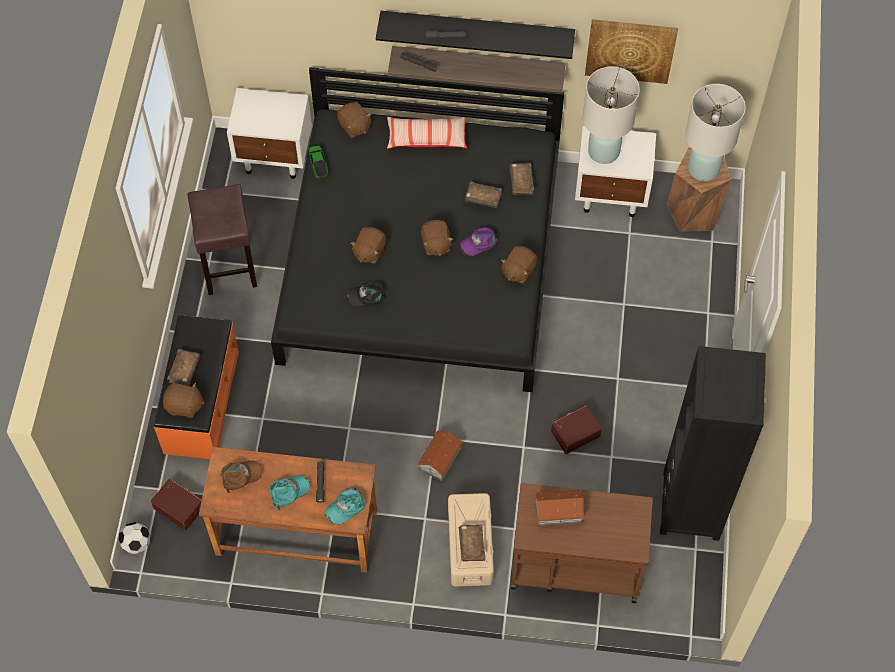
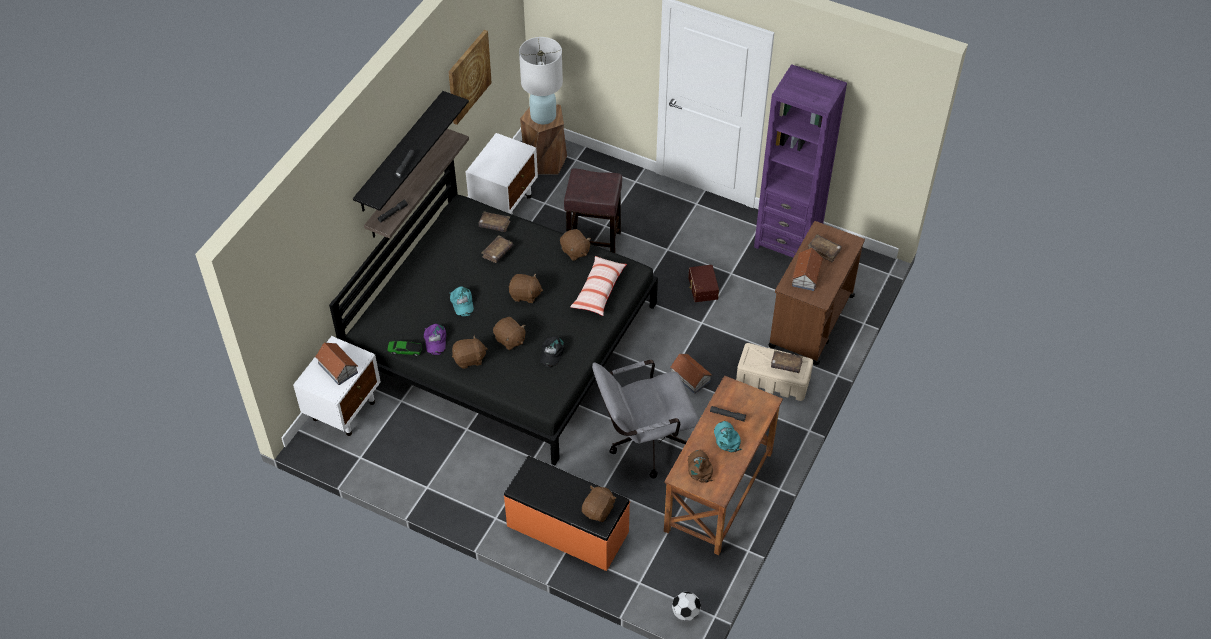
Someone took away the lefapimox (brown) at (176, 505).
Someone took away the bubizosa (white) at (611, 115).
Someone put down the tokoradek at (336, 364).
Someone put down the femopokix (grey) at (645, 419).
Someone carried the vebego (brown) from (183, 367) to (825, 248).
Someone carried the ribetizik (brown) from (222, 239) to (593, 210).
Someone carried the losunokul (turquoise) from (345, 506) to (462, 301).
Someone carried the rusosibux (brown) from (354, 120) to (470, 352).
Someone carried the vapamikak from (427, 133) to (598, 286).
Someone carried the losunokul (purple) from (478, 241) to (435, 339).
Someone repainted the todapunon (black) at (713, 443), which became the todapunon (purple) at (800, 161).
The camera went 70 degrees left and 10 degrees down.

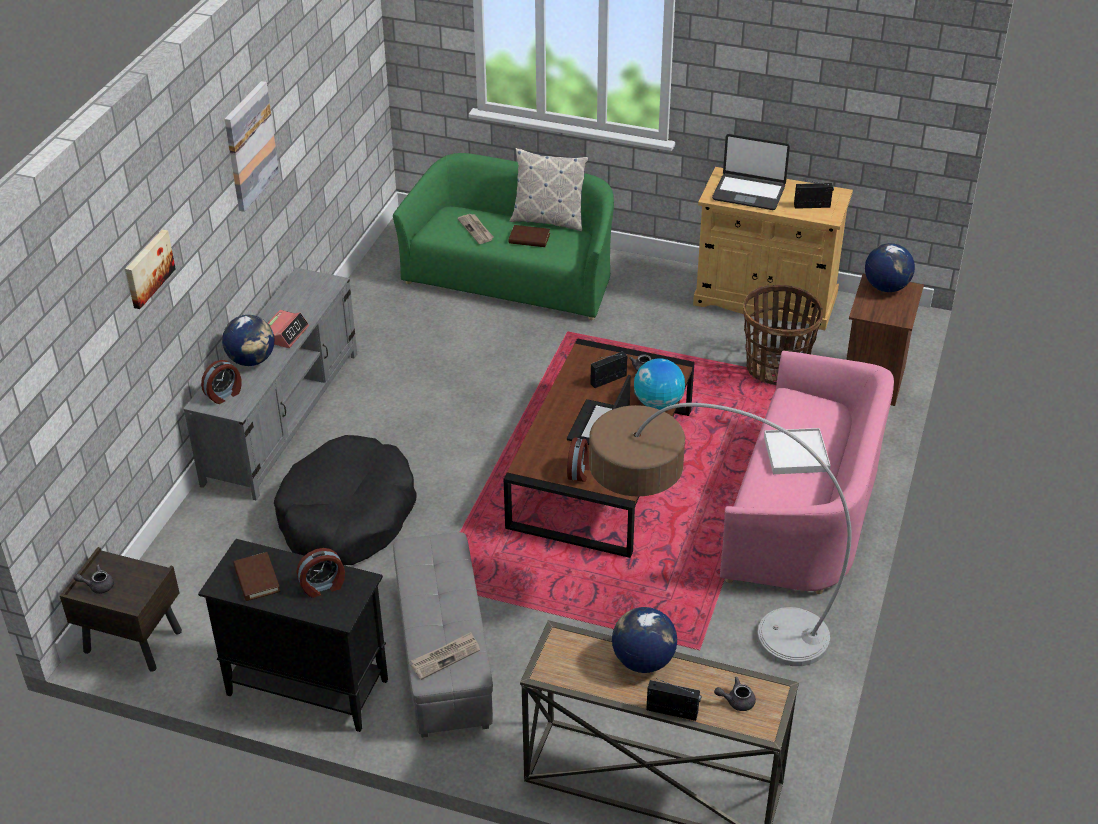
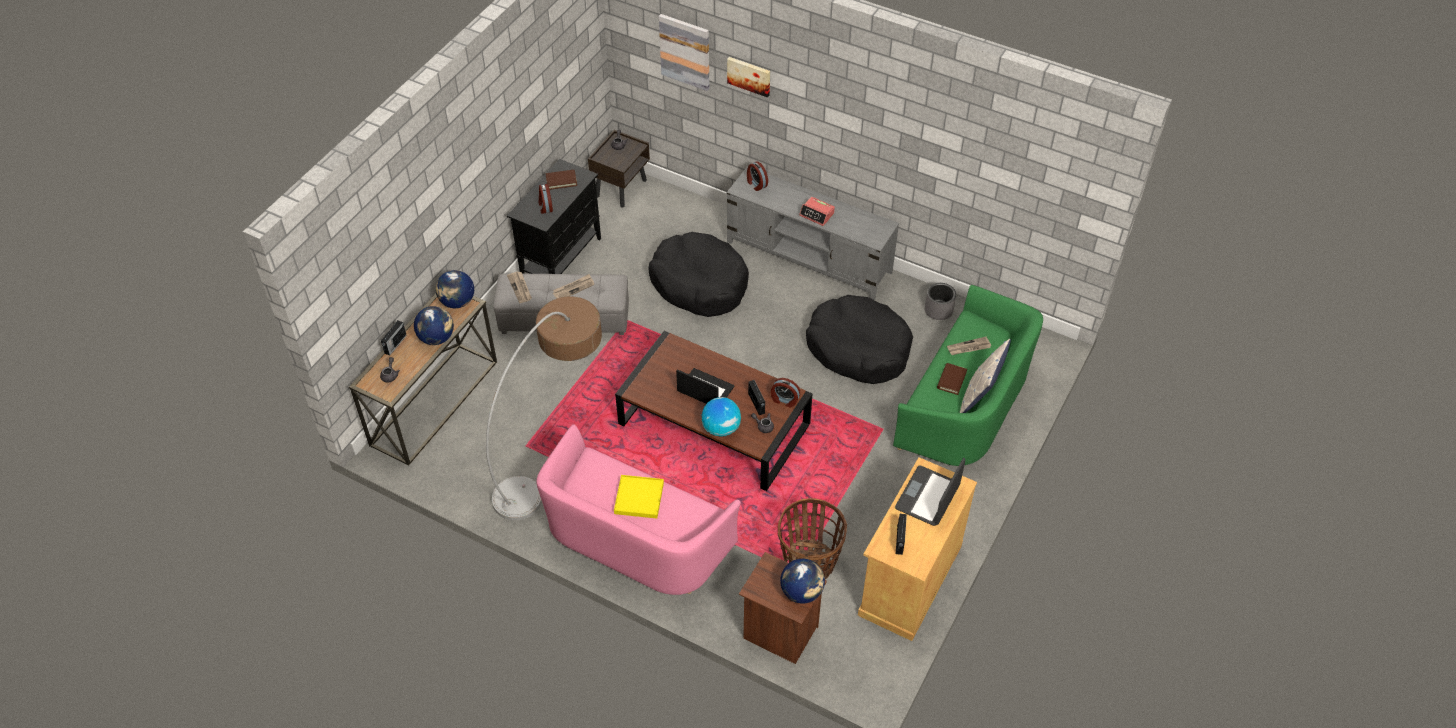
Someone put down the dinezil at (573, 286).
Someone put down the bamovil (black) at (859, 339).
Someone put down the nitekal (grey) at (940, 301).
Someone carried the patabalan from (248, 340) to (455, 289).
Someone carried the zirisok from (252, 146) to (684, 52).
Someone carried the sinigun from (578, 460) to (785, 393).
Someone repainted the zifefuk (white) at (797, 451), which became the zifefuk (yellow) at (639, 496).
The camera went 100 degrees right and 10 degrees up.

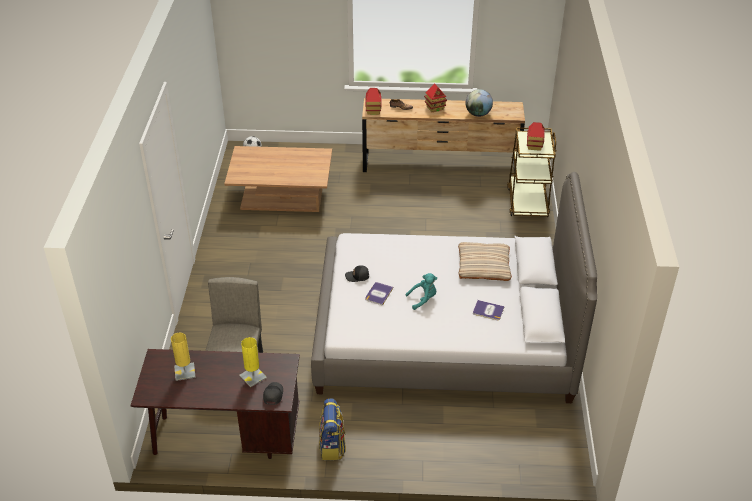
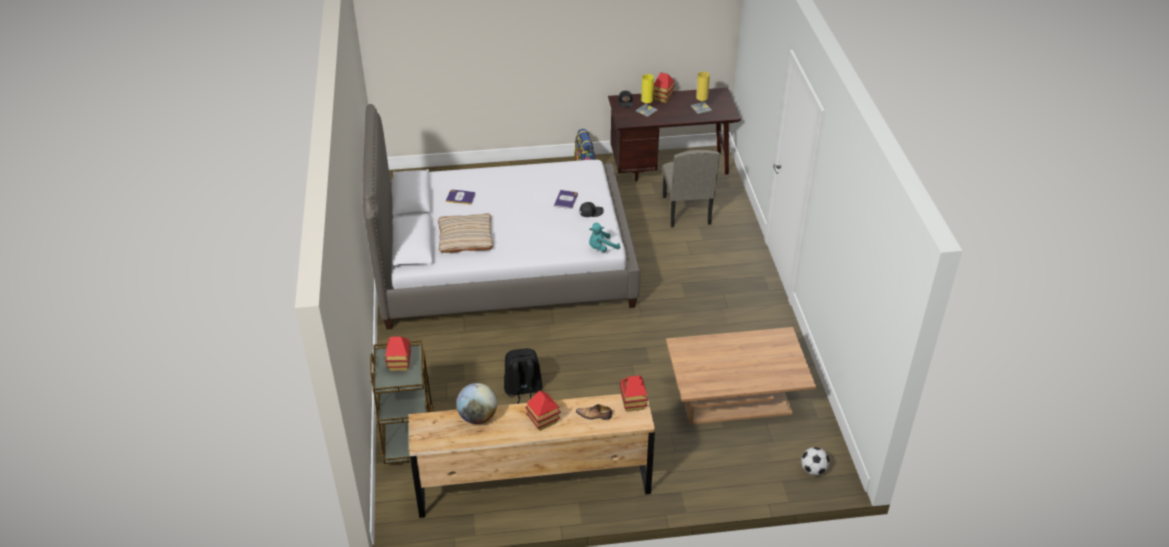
Someone put down the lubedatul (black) at (523, 376).
Someone put down the tokoradek at (664, 87).
Someone carried the rusosibux (turquoise) from (421, 291) to (604, 237).
The camera went 170 degrees right and 0 degrees up.

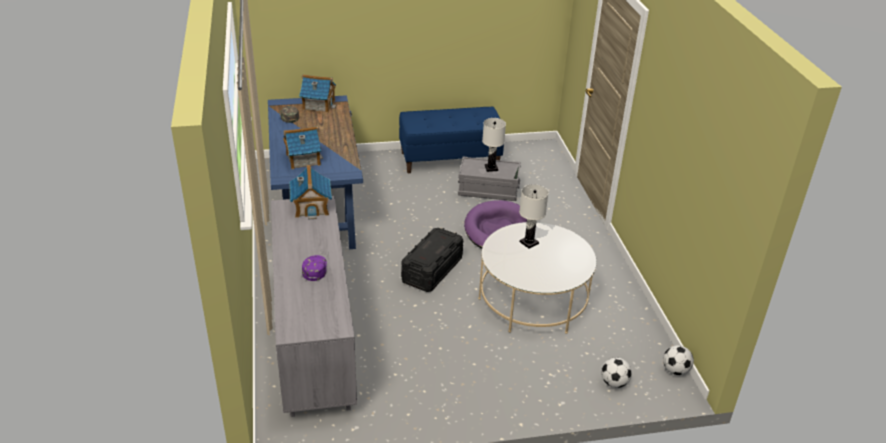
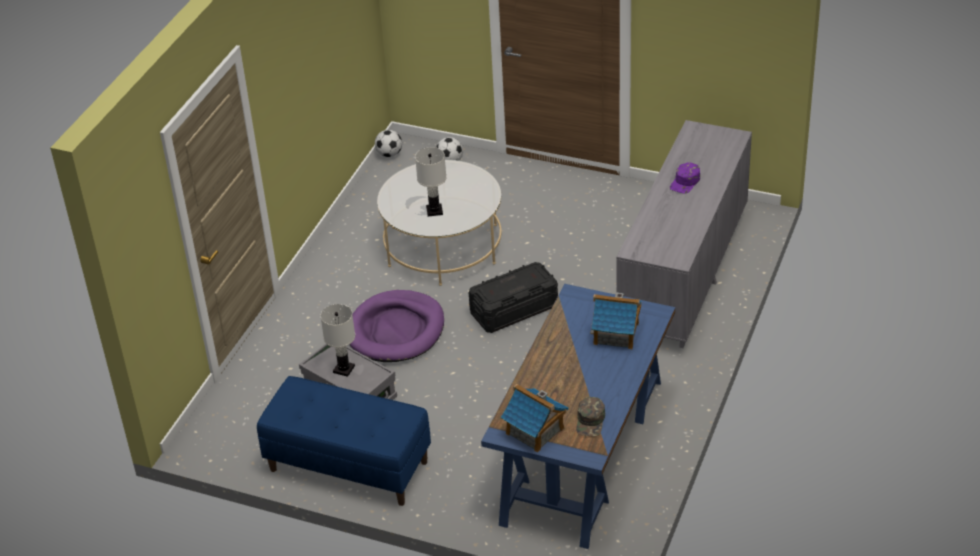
Someone took away the tokoradek at (310, 192).
The camera went 145 degrees left and 5 degrees up.

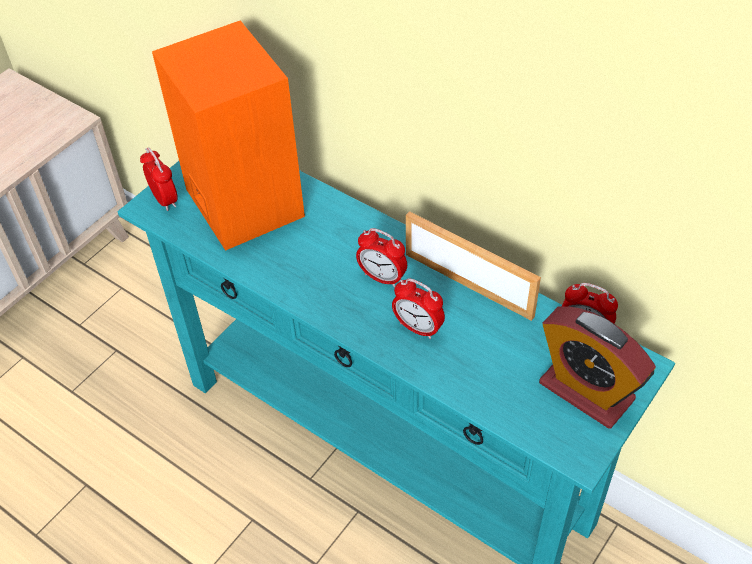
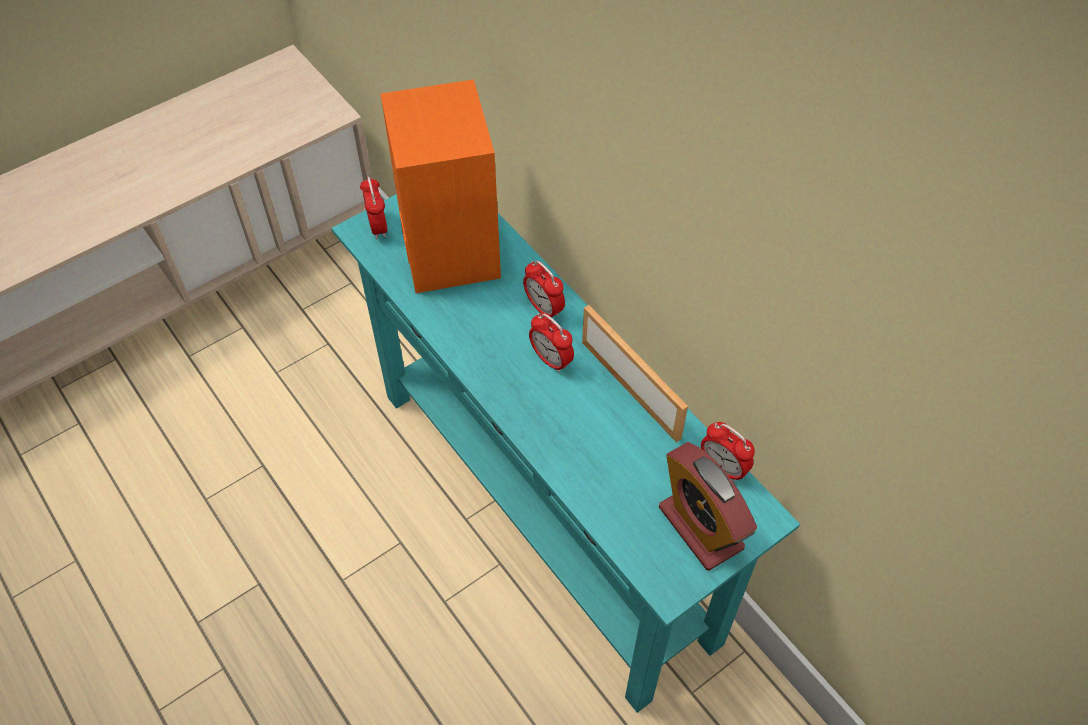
Someone carried the sinigun from (418, 308) to (544, 289).
The camera went 15 degrees right and 5 degrees up.

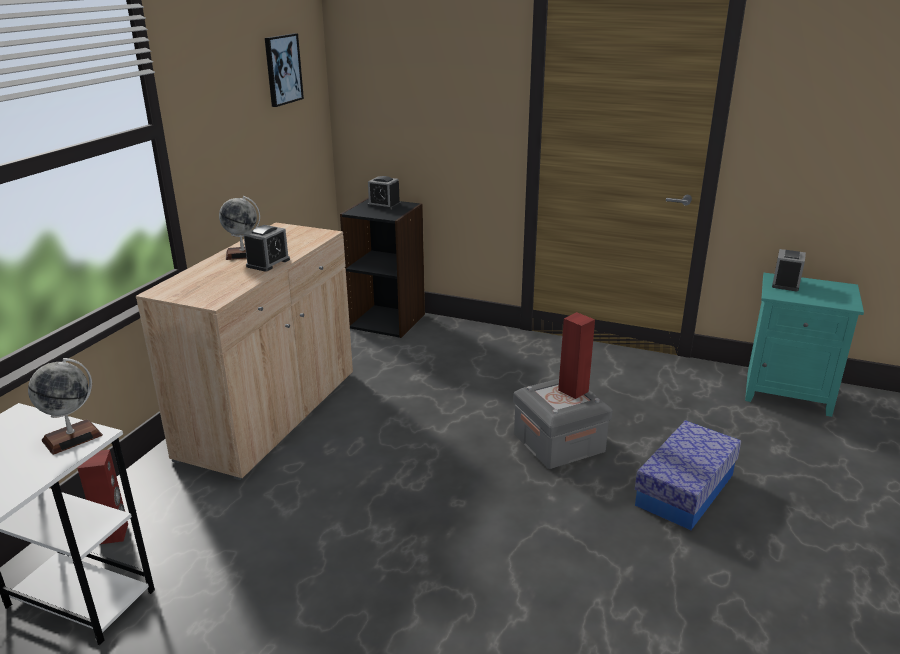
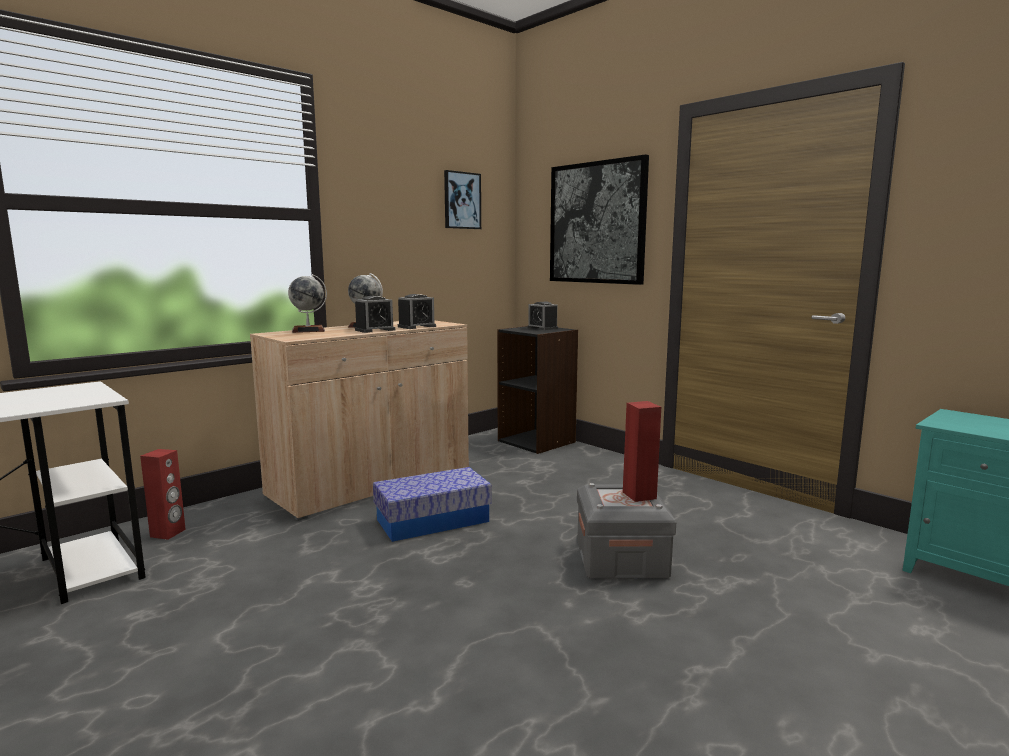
Someone put up the zirisok at (599, 219).
Someone carried the patabalan from (65, 406) to (307, 303).
Someone carried the lefapimox from (688, 475) to (432, 504).
Someone carried the sinigun from (789, 270) to (417, 311).
The camera went 25 degrees right and 15 degrees down.

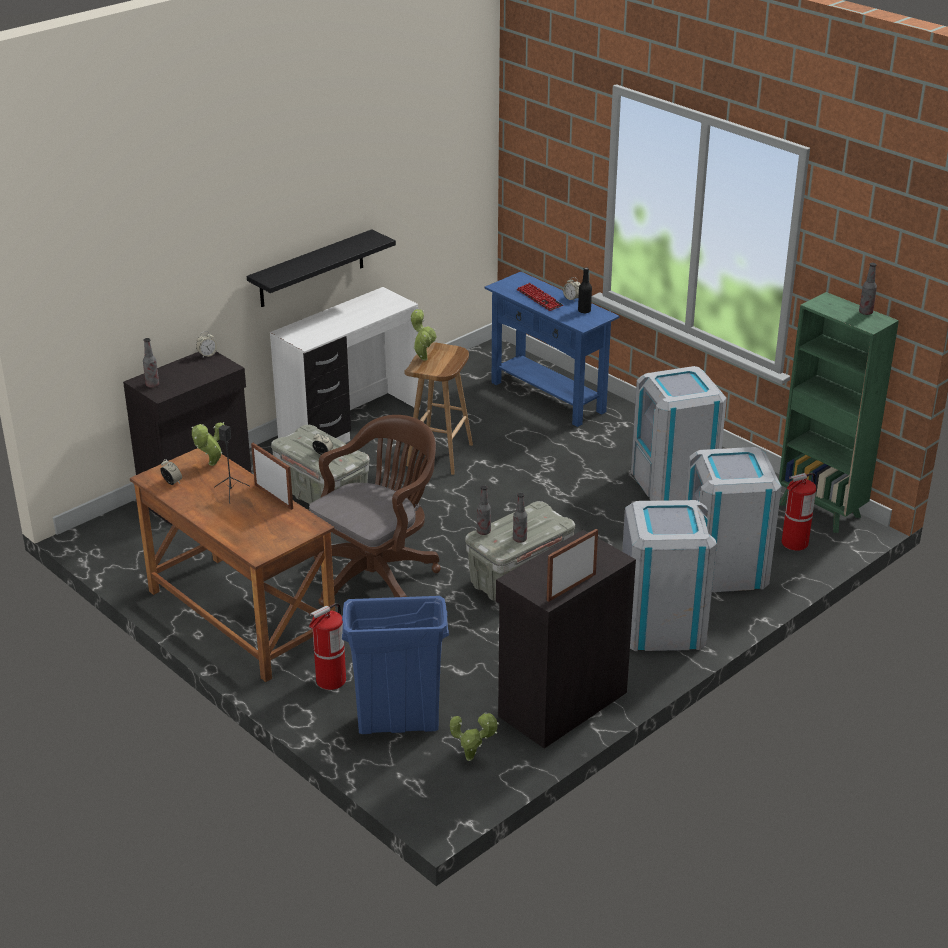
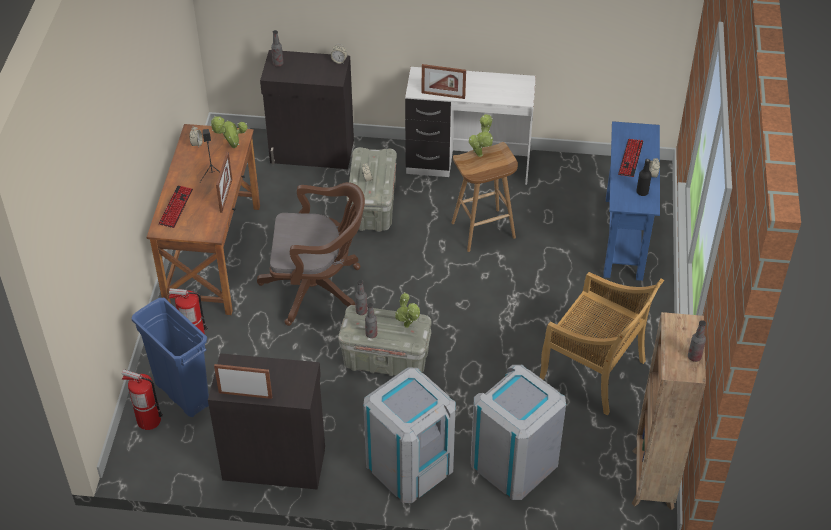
Someone took away the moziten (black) at (321, 268).
Someone put down the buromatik at (176, 207).
Someone put down the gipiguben at (444, 81).
Someone carried the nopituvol from (474, 736) to (407, 310).
Someone carried the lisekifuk from (799, 512) to (142, 399).
Someone swapped the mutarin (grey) at (679, 433) for the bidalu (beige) at (602, 343).
Someone repainted the todapunon (green) at (839, 412), which became the todapunon (brown) at (669, 411).
The camera went 50 degrees right and 15 degrees up.

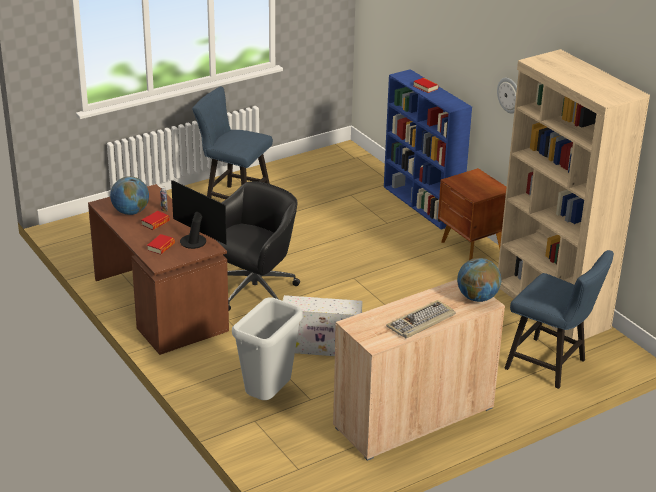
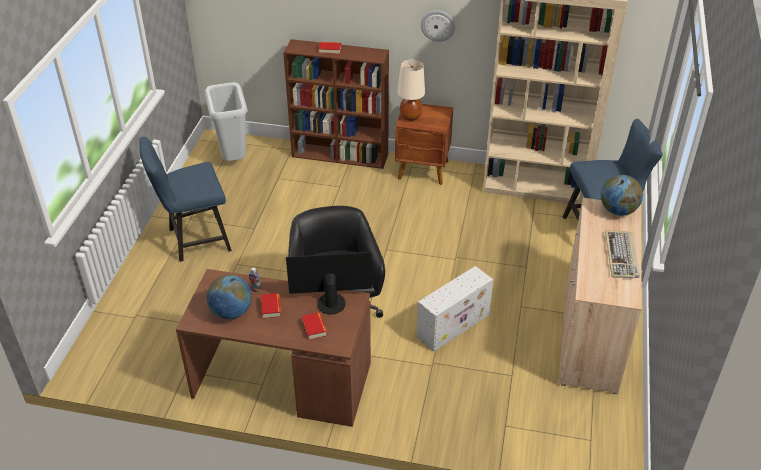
Someone put down the bubizosa (beige) at (411, 90).
Someone carried the mutarin (grey) from (267, 348) to (226, 121).
Someone repainted the todapunon (blue) at (428, 149), which became the todapunon (brown) at (336, 104).
The camera went 45 degrees left and 10 degrees up.

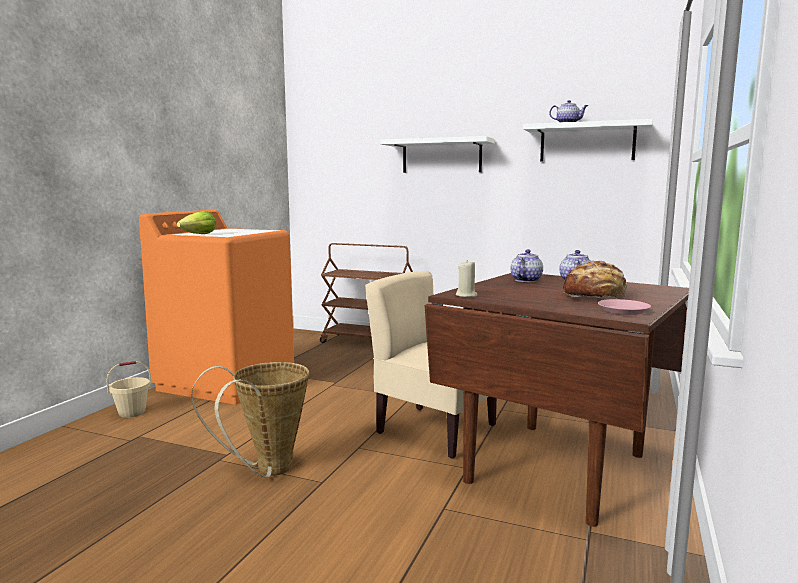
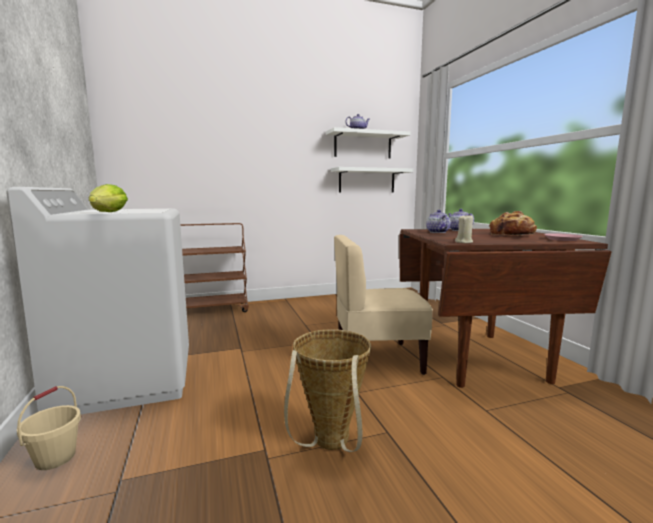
Someone carried the moziten (white) from (437, 154) to (372, 180).
Someone repainted the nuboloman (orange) at (216, 307), which became the nuboloman (white) at (97, 300).
The camera went 40 degrees left and 0 degrees up.

